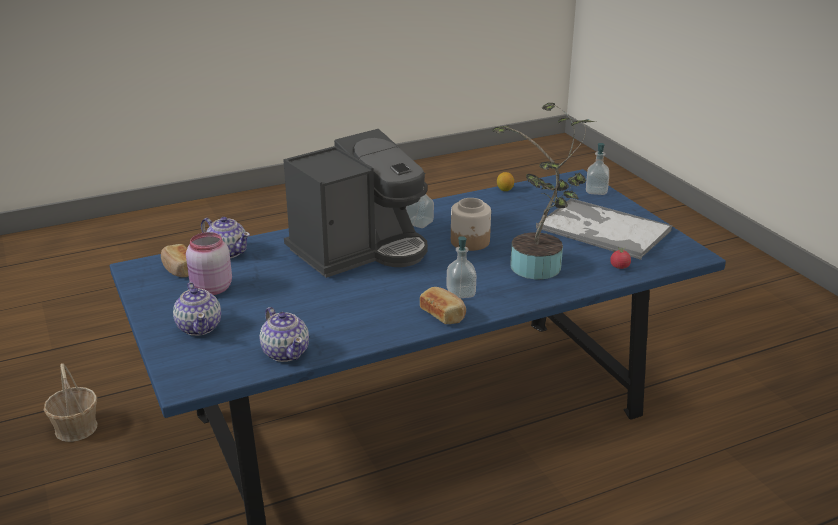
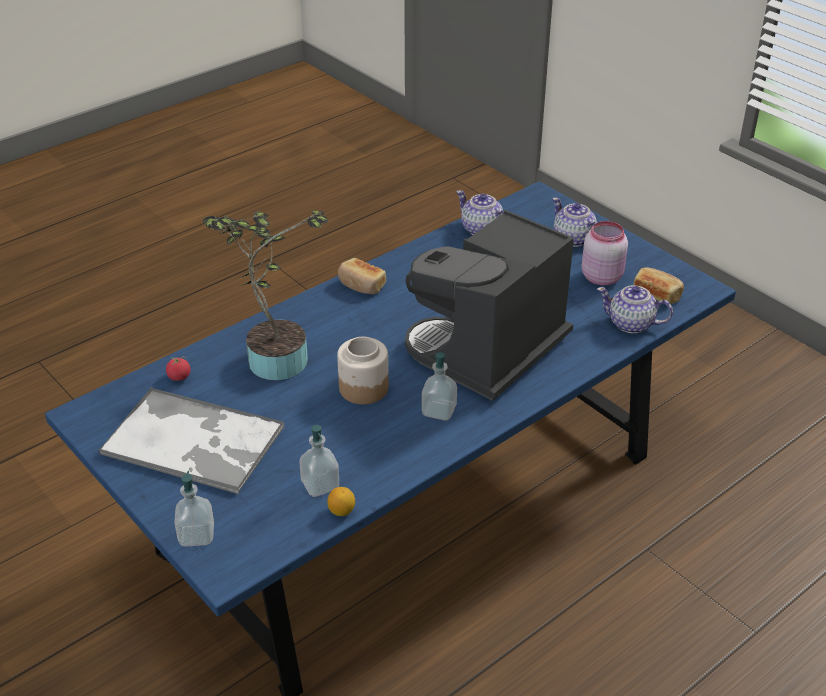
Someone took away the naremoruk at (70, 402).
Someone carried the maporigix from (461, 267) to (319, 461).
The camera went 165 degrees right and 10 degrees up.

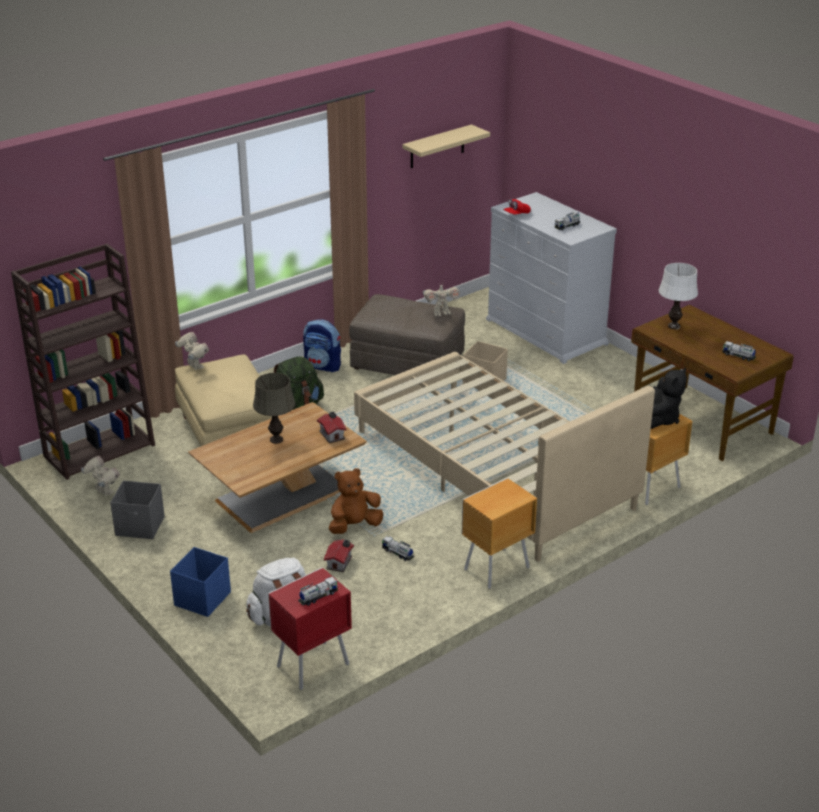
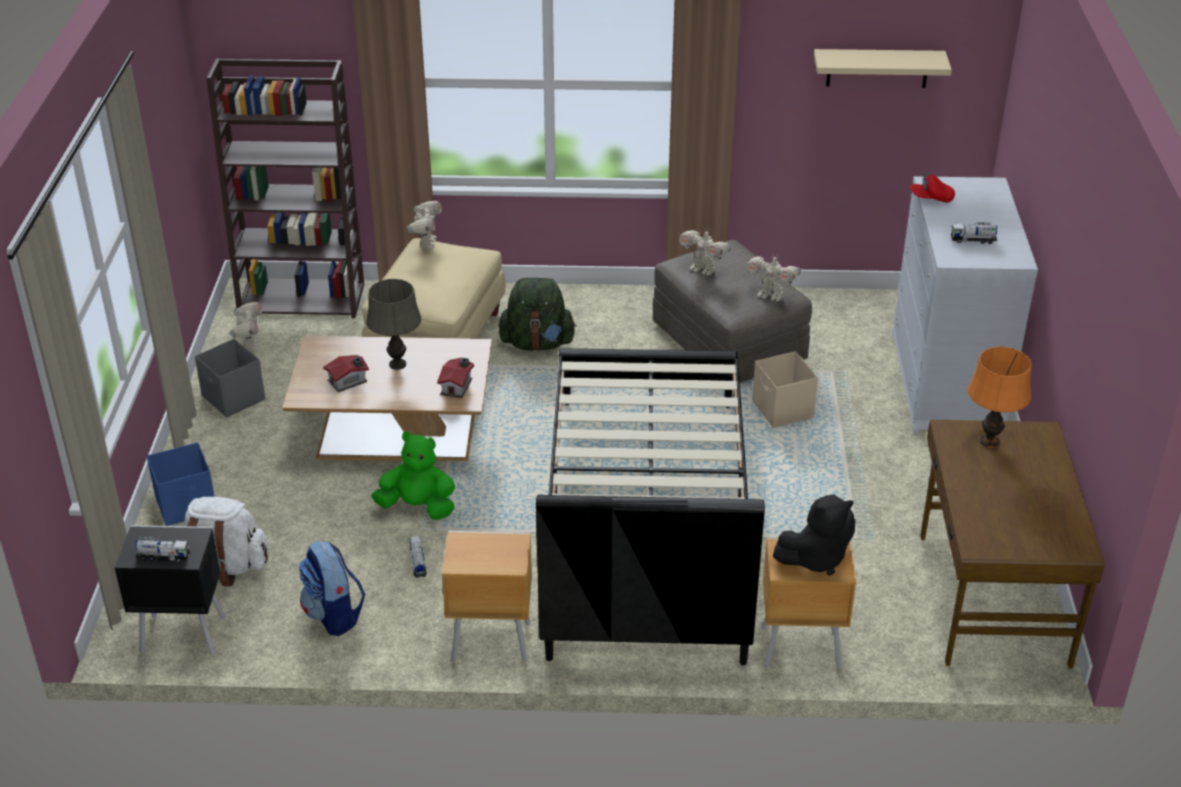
Someone took away the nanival at (739, 351).
Someone put down the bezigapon at (705, 252).
Someone carried the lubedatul from (322, 345) to (332, 588).
Someone carried the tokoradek from (339, 555) to (346, 373).
Someone repainted the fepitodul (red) at (310, 629), which became the fepitodul (black) at (170, 590).
Someone repainted the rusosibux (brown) at (356, 501), which became the rusosibux (green) at (413, 476).
Someone repainted the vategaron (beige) at (504, 457), which became the vategaron (black) at (650, 507).
Someone repainted the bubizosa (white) at (678, 296), which became the bubizosa (orange) at (1000, 397).
The camera went 40 degrees right and 5 degrees up.

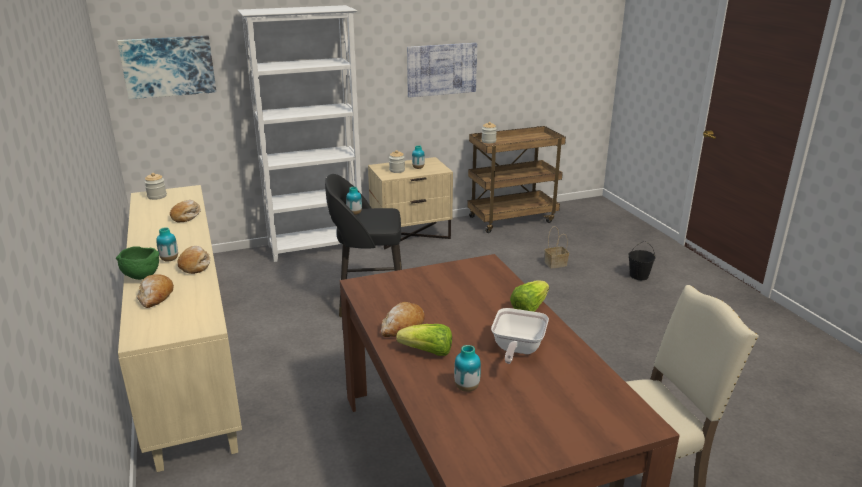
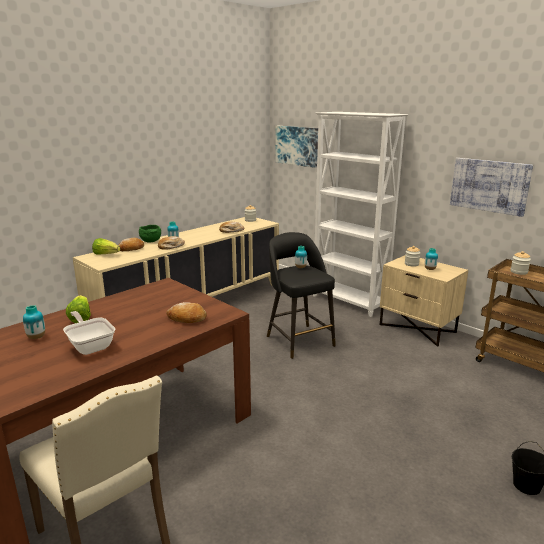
Someone took away the naremoruk at (557, 247).
Someone carried the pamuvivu from (403, 319) to (186, 312).
Someone carried the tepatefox from (529, 296) to (106, 246).
Someone rotated the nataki at (520, 336) by 60 degrees clockwise.
The camera went 65 degrees right and 5 degrees down.

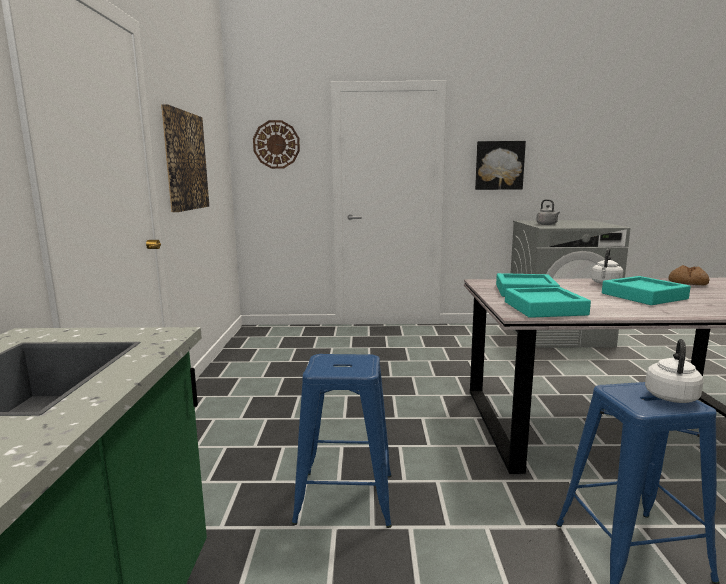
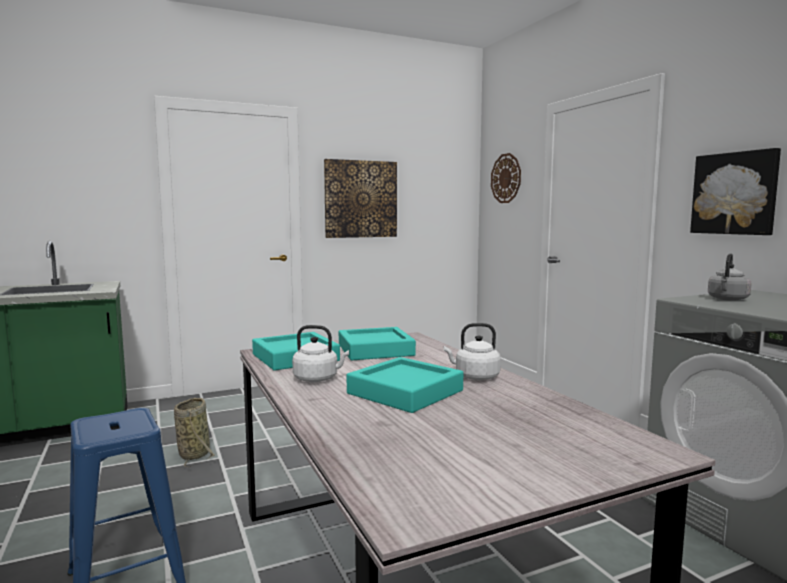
Someone took away the pamuvivu at (688, 275).
Someone carried the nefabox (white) from (674, 371) to (320, 353).
Someone swapped the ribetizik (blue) at (342, 441) for the naremoruk at (194, 432).
The camera went 65 degrees right and 5 degrees down.

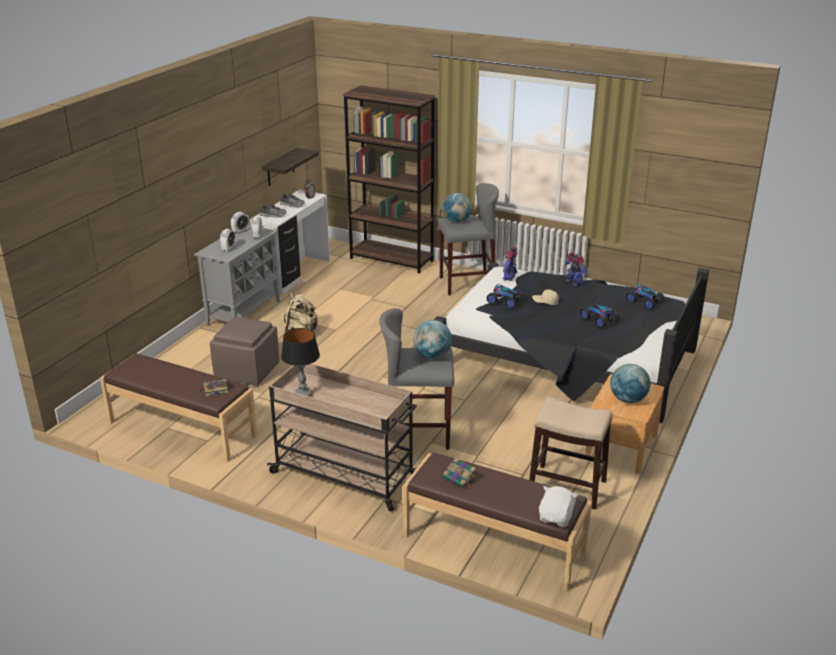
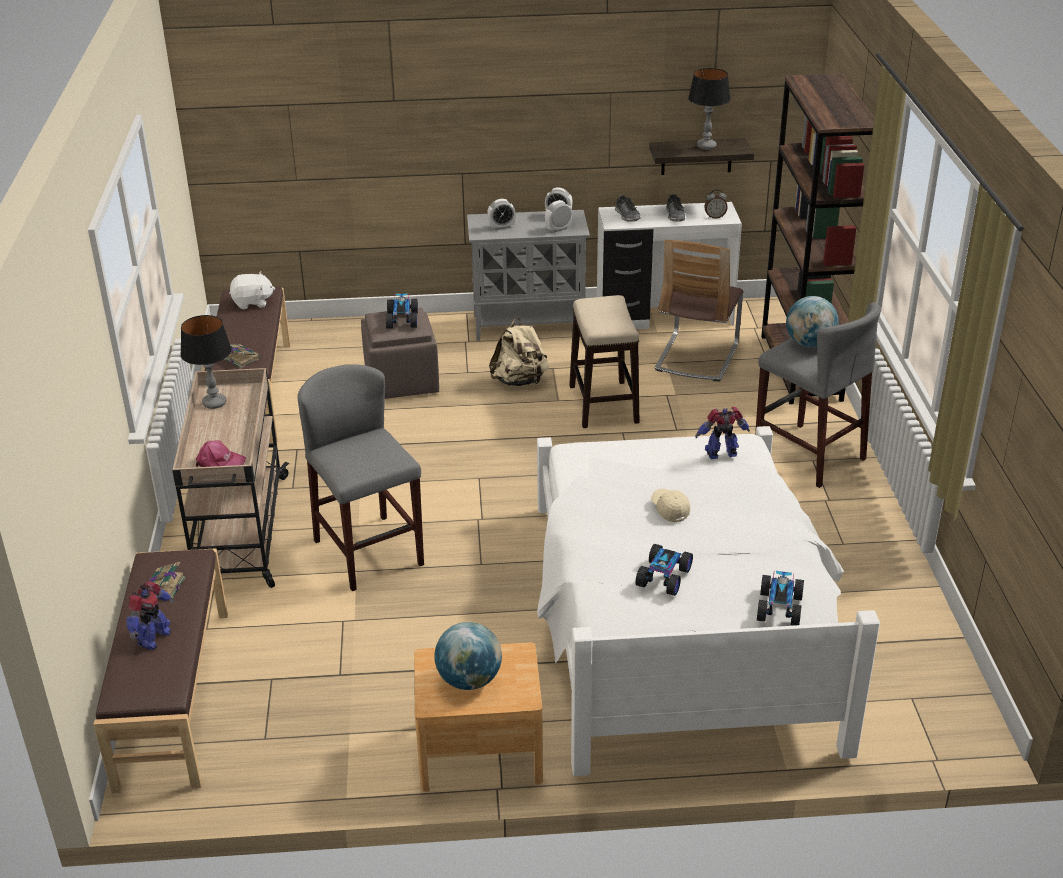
Someone took away the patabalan at (432, 339).
Someone put down the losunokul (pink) at (221, 453).
Someone put down the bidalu at (699, 311).
Someone put down the bubizosa at (709, 109).
Someone carried the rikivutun from (505, 296) to (402, 311).
Someone carried the ribetizik from (571, 453) to (604, 361).
Someone carried the rusosibux (white) from (558, 506) to (252, 290).
Someone carried the bezigapon from (576, 269) to (151, 615).
Someone repainted the vategaron (black) at (571, 342), which became the vategaron (white) at (708, 601).
The camera went 60 degrees right and 5 degrees up.

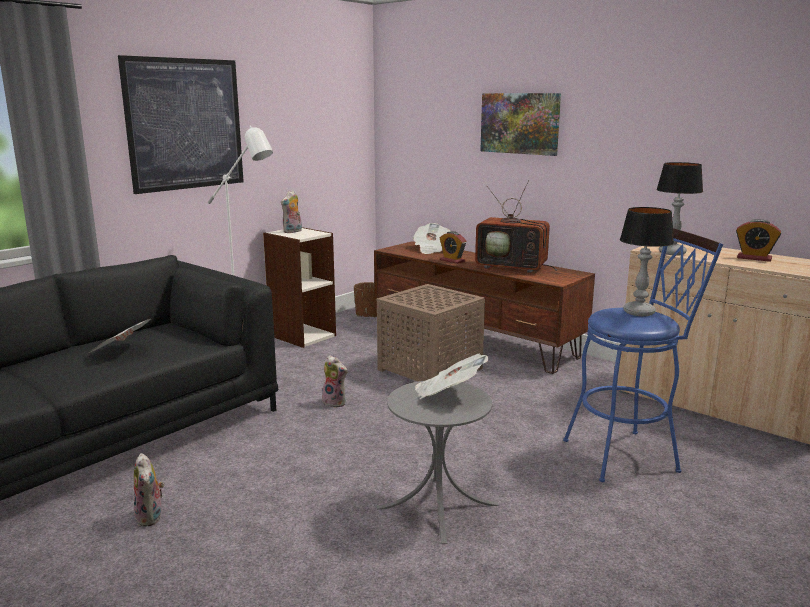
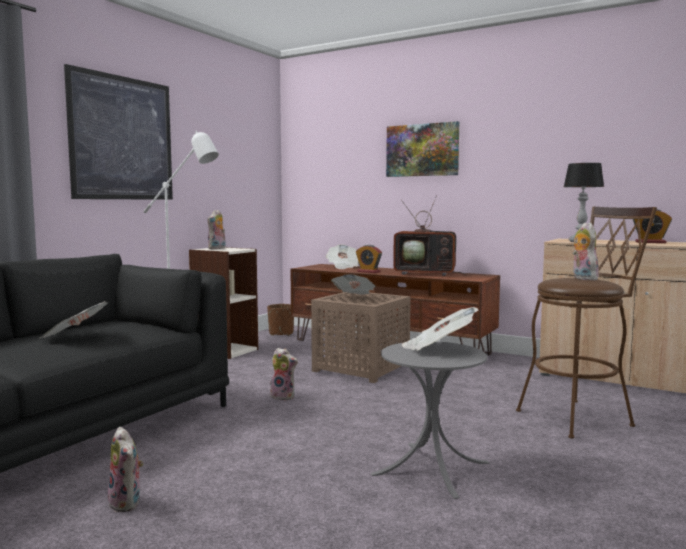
Someone put down the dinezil at (353, 284).
Someone swapped the bubizosa at (647, 261) for the rusosibux at (586, 251).
Someone repainted the ribetizik (blue) at (643, 355), which became the ribetizik (brown) at (586, 322).
The camera went 10 degrees left and 10 degrees down.

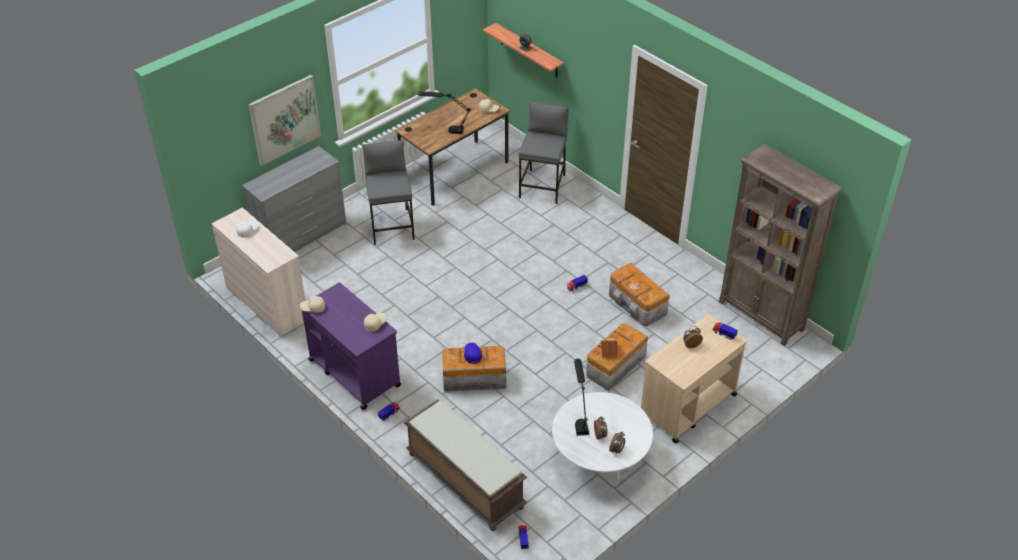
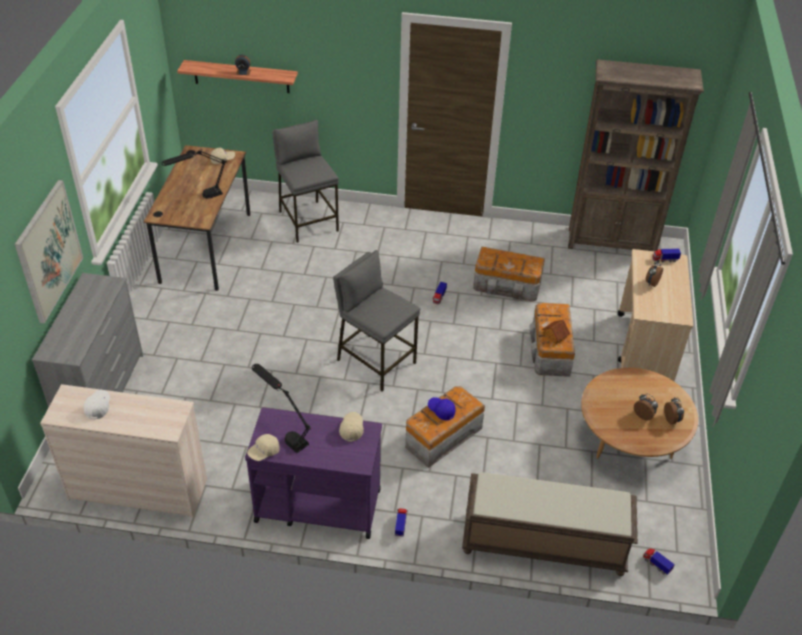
Someone carried the ribetizik (grey) from (388, 192) to (376, 321).
Someone carried the bubizosa (black) from (581, 397) to (281, 408).
Someone repainted the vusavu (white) at (602, 439), which became the vusavu (brown) at (639, 413).
The camera went 40 degrees left and 0 degrees up.

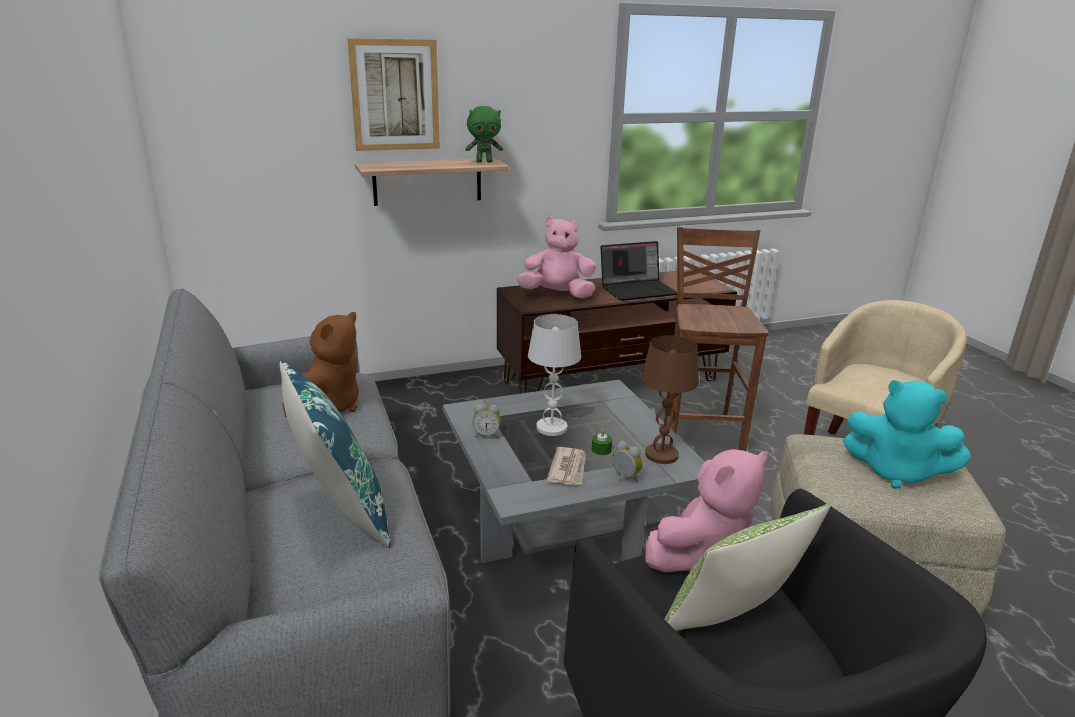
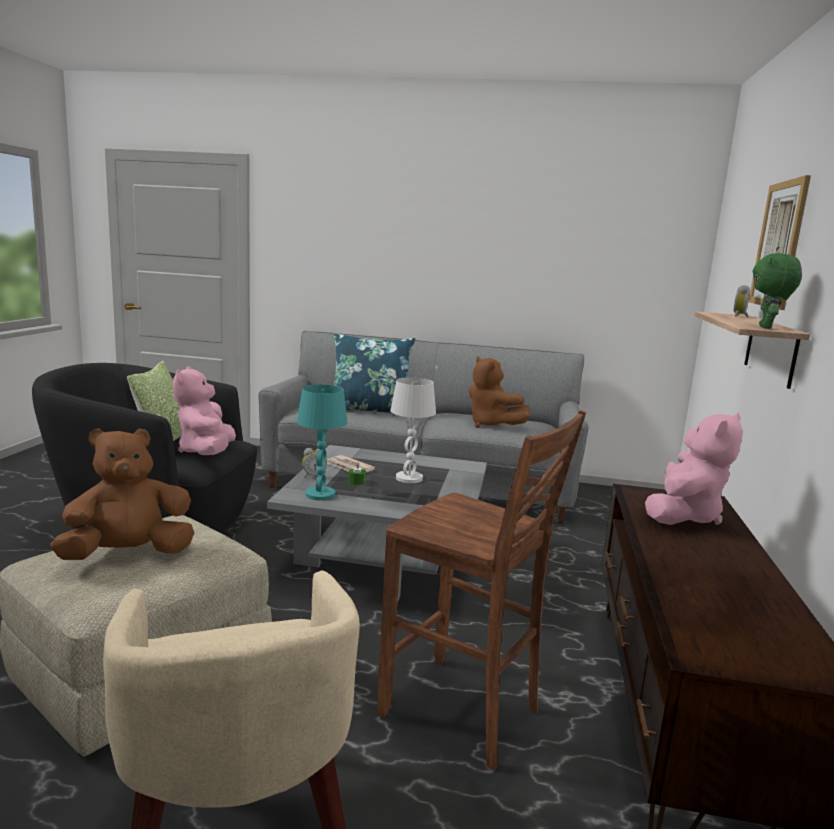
Someone took away the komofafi at (639, 271).
Someone carried the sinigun from (487, 421) to (742, 301).
Someone repainted the bubizosa (brown) at (670, 399), which became the bubizosa (turquoise) at (322, 443).
Someone repainted the rusosibux (turquoise) at (907, 434), which became the rusosibux (brown) at (122, 494).
The camera went 120 degrees right and 10 degrees down.

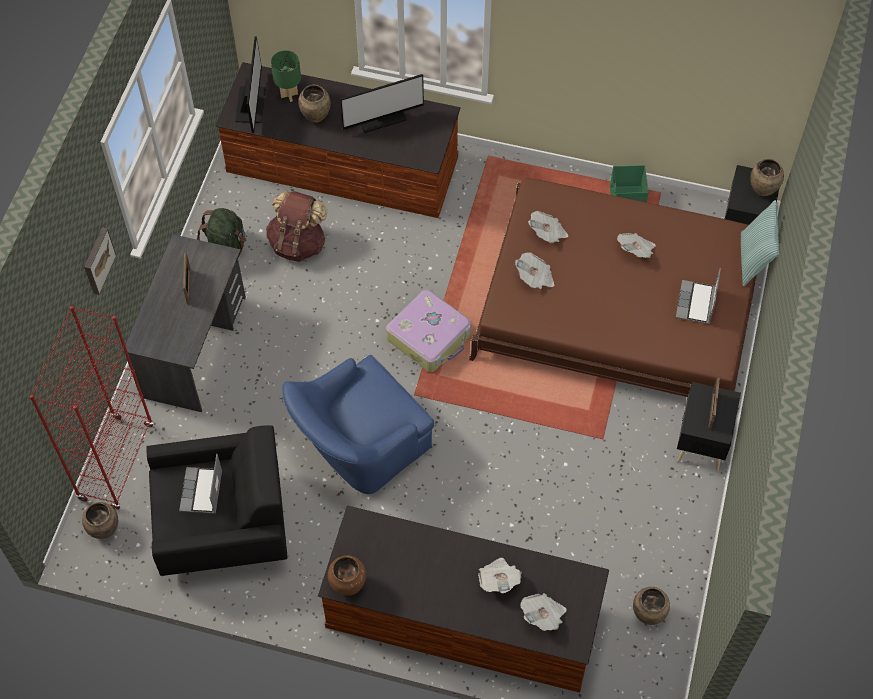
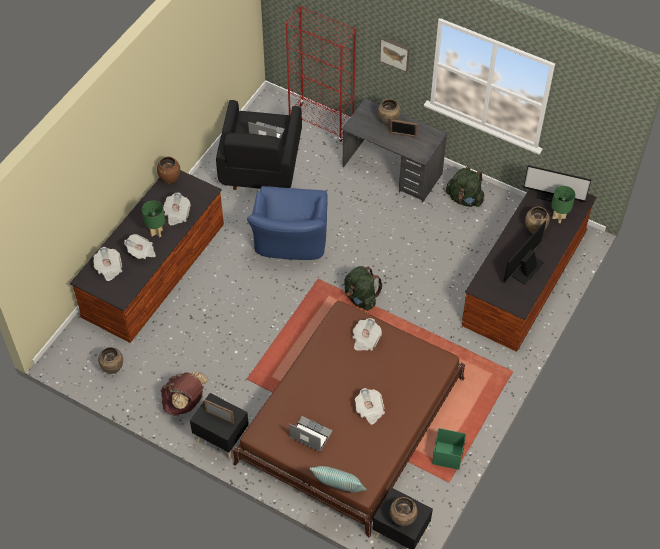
Someone put down the bubizosa (green) at (153, 219).
Someone carried the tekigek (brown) from (100, 520) to (389, 112).
Someone carried the lubedatul (brown) from (297, 226) to (184, 394).
Someone carried the dinezil from (548, 227) to (177, 209).
Someone swapped the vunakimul at (428, 330) for the lubedatul (green) at (363, 288).
Someone rotated the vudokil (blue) at (358, 424) by 150 degrees counterclockwise.
Someone rotated the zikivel at (382, 103) by 45 degrees clockwise.
The camera went 105 degrees right and 5 degrees down.

